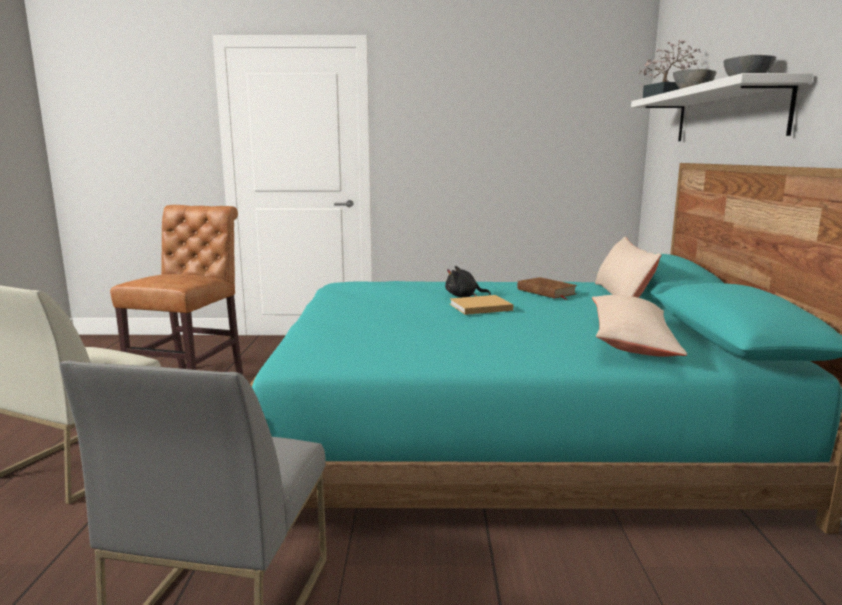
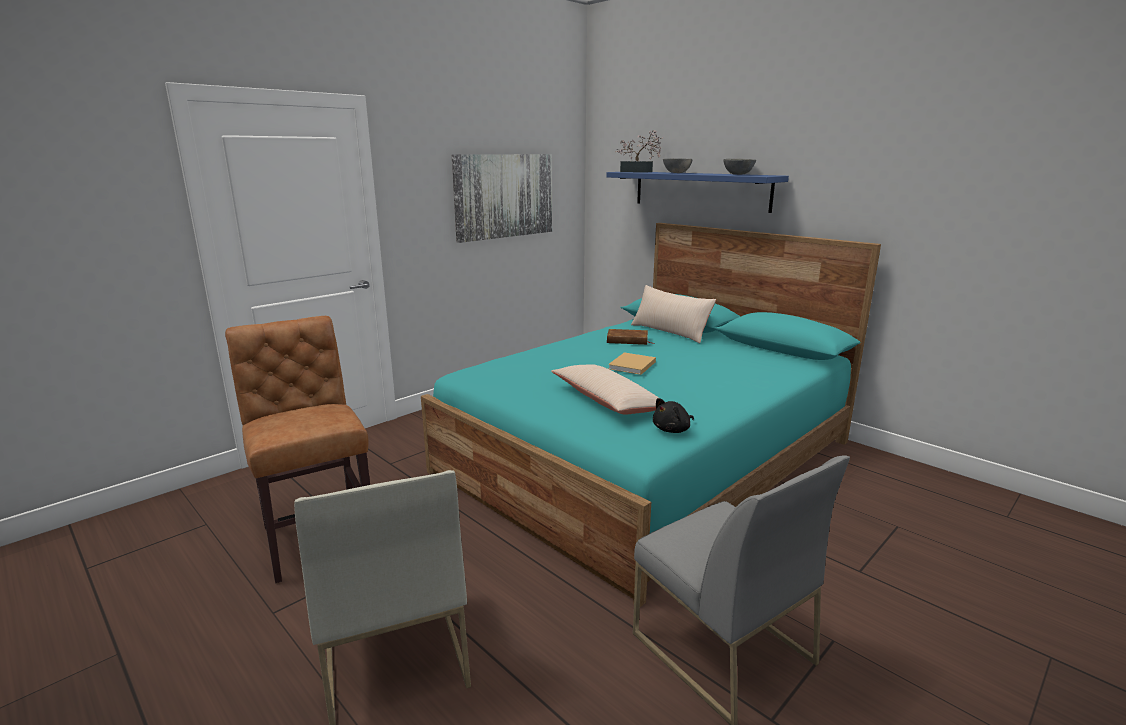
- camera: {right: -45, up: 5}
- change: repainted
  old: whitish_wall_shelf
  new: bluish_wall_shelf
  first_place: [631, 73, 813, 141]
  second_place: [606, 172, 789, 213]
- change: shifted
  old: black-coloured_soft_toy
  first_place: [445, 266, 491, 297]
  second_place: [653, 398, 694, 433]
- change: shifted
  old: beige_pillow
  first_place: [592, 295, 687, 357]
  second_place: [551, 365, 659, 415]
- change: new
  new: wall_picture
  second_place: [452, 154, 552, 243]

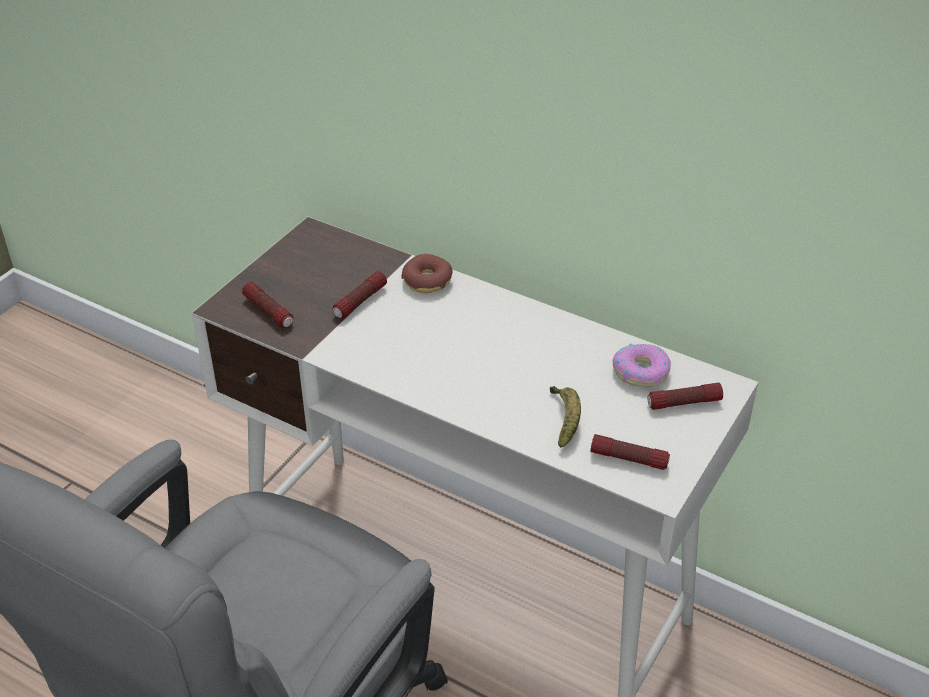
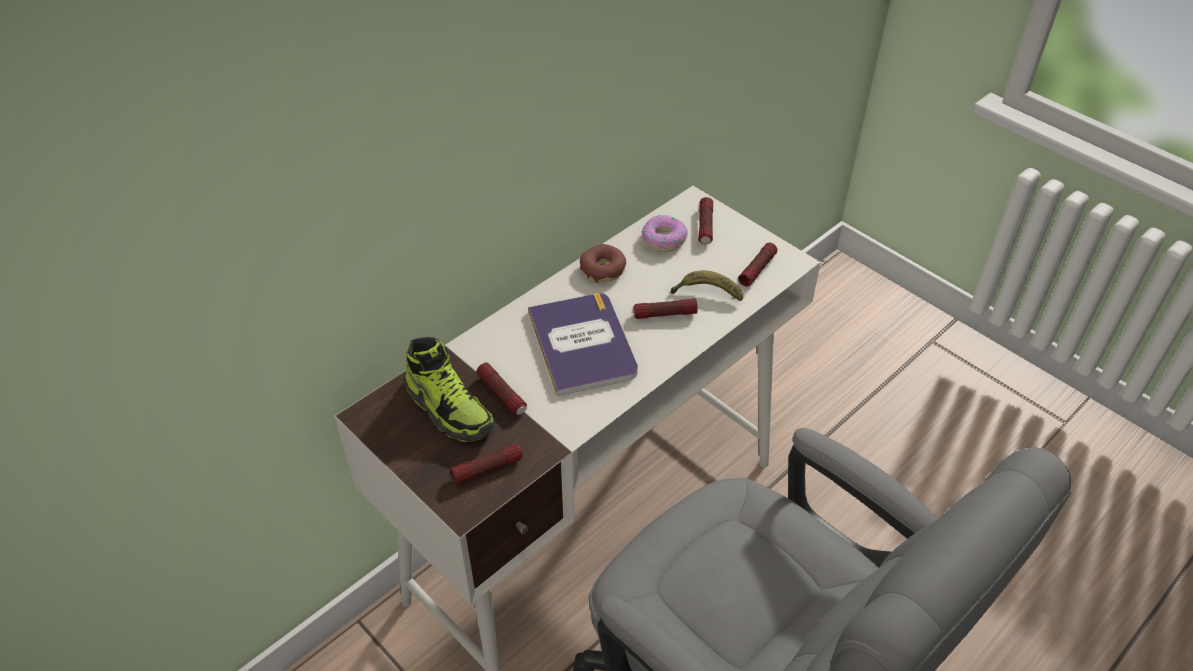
- camera: {right: -75, up: 5}
- change: shifted
  old: ring_doughnut
  first_place: [401, 254, 452, 293]
  second_place: [580, 244, 626, 283]
- change: new
  new: bound_book
  second_place: [528, 293, 638, 396]
- change: new
  new: hand_torch
  second_place: [633, 299, 697, 319]
- change: new
  new: low_shoe
  second_place: [405, 337, 495, 442]

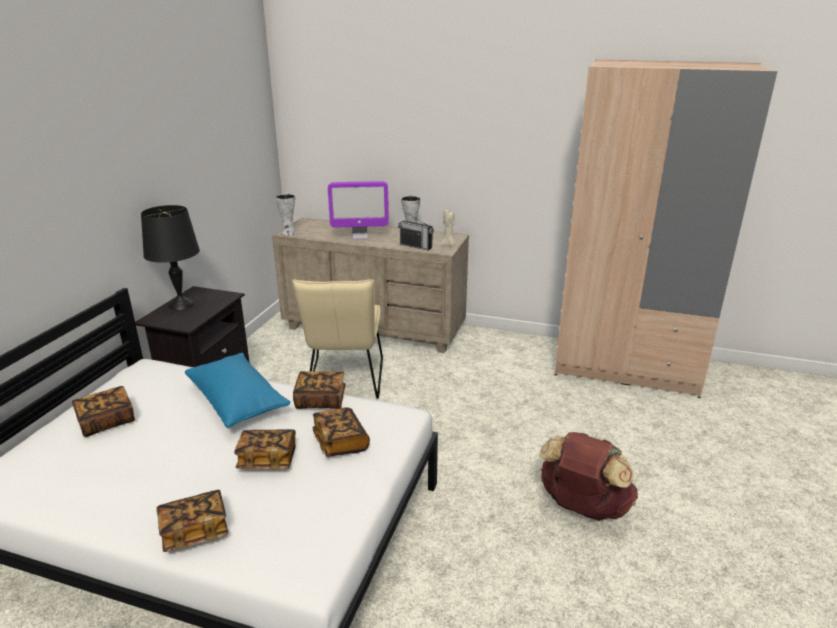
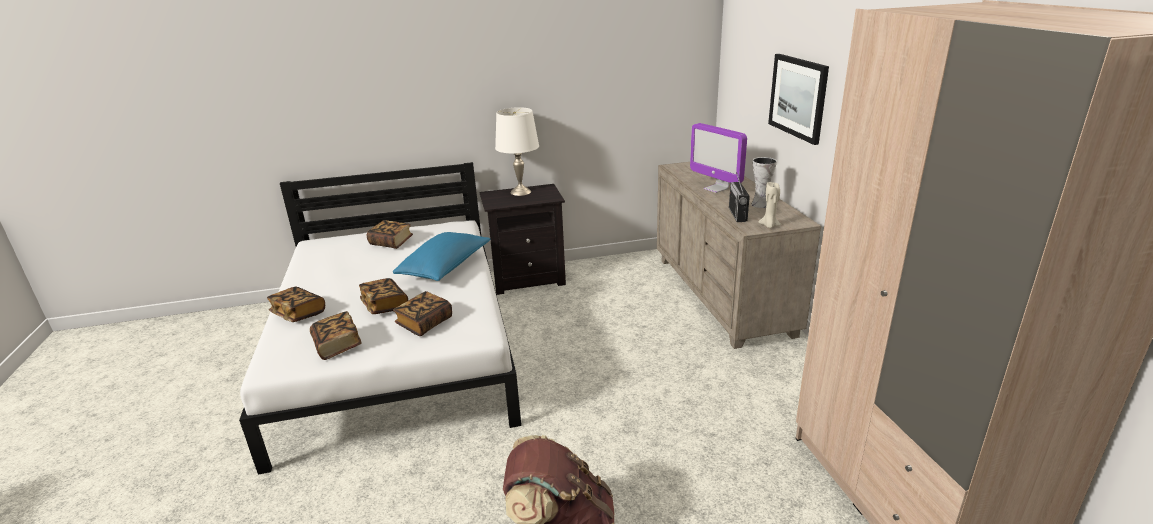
- camera: {right: 60, up: 0}
- change: gone
  old: decorative_vase
  first_place: [276, 194, 296, 236]
- change: repainted
  old: black-coloured_tabletop_lamp
  new: whitish_tabletop_lamp
  first_place: [141, 205, 200, 310]
  second_place: [495, 107, 539, 196]
- change: gone
  old: beige_chair
  first_place: [292, 279, 383, 399]
- change: shifted
  old: bound_book
  first_place: [293, 371, 346, 409]
  second_place: [310, 311, 361, 360]
- change: new
  new: wall_picture
  second_place: [768, 54, 829, 145]

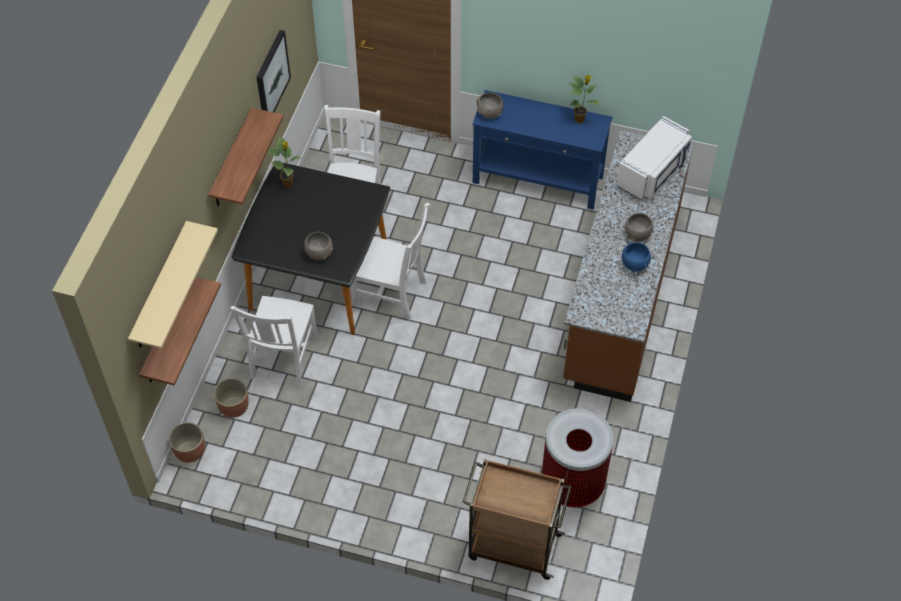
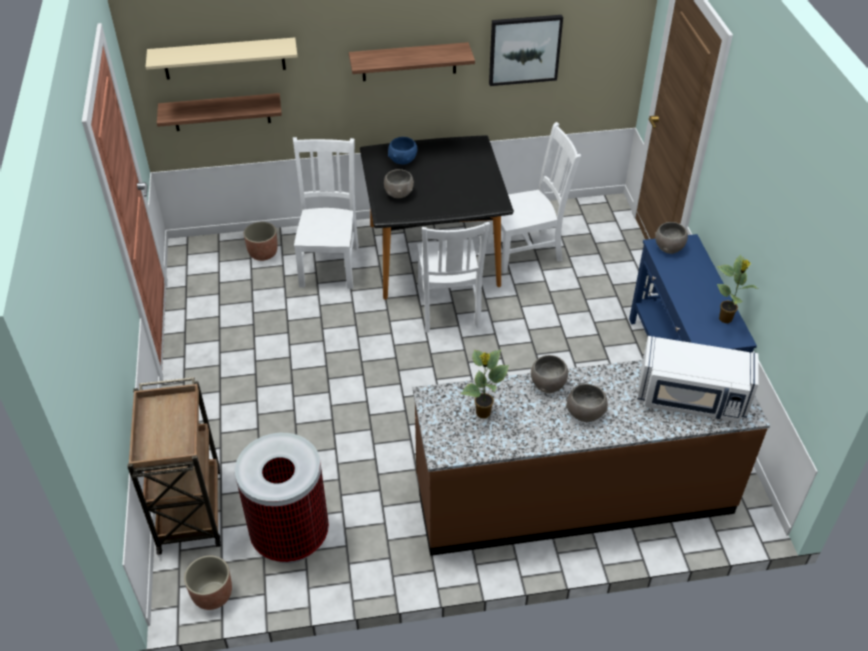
- camera: {right: 65, up: -10}
- change: shifted
  old: plant_in_a_pot
  first_place: [267, 136, 301, 188]
  second_place: [461, 349, 509, 419]
- change: shifted
  old: bluish_deep_dish
  first_place: [622, 242, 651, 272]
  second_place: [388, 137, 417, 165]
- change: rotated
  old: whitish_chair
  first_place: [230, 296, 318, 388]
  second_place: [293, 137, 359, 289]
  degrees: 105
- change: shifted
  old: flower_pot
  first_place: [169, 422, 205, 463]
  second_place: [184, 555, 232, 610]
- change: new
  new: gray_deep_dish
  second_place: [531, 355, 568, 393]

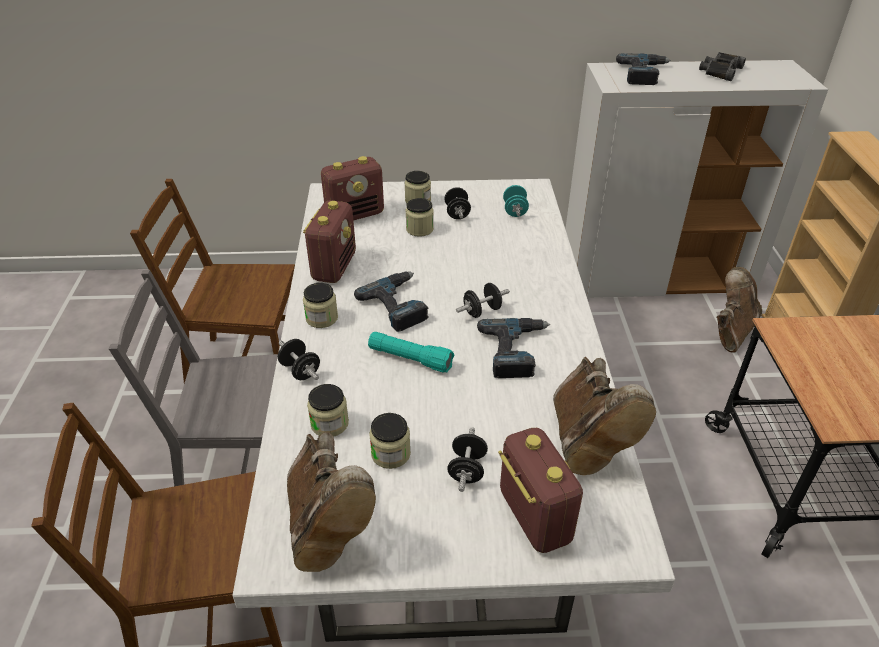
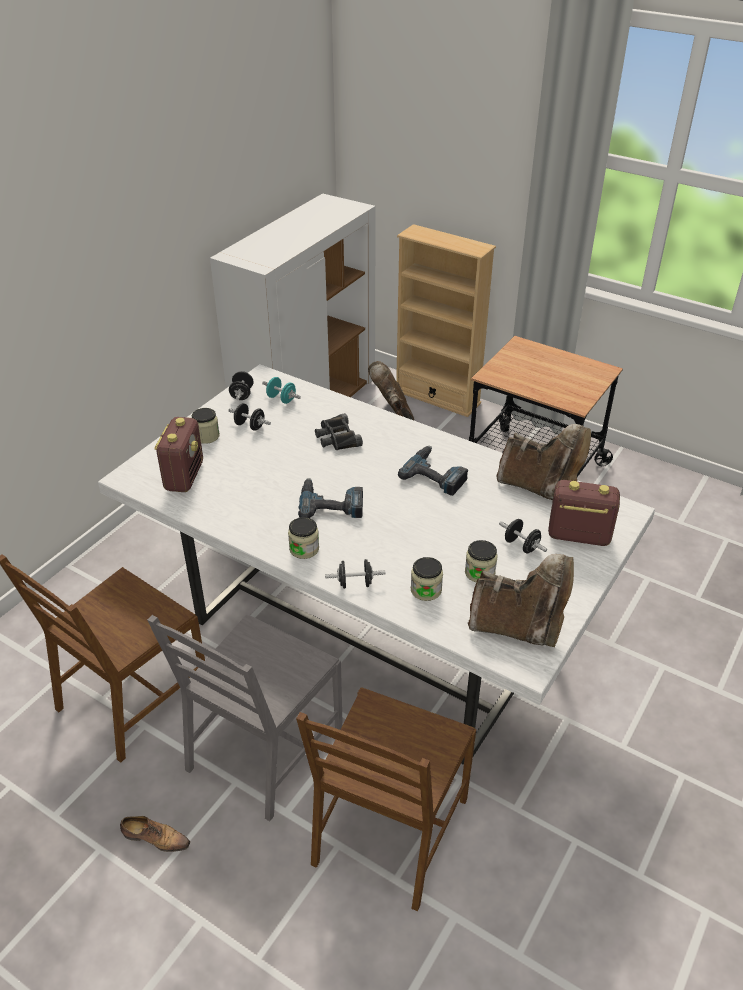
- camera: {right: -55, up: 0}
- change: shifted
  old: black-coloured_field_glasses
  first_place: [699, 52, 746, 81]
  second_place: [315, 413, 363, 450]
- change: gone
  old: drill
  first_place: [616, 53, 671, 85]
- change: gone
  old: jar
  first_place: [405, 198, 434, 237]
- change: gone
  old: radio_receiver
  first_place: [303, 200, 356, 283]
- change: shifted
  old: black-coloured_free_weight
  first_place: [456, 283, 510, 318]
  second_place: [229, 371, 253, 400]
- change: gone
  old: turquoise-coloured_hand_torch
  first_place: [368, 332, 454, 373]
- change: new
  new: low_shoe
  second_place: [120, 816, 190, 852]

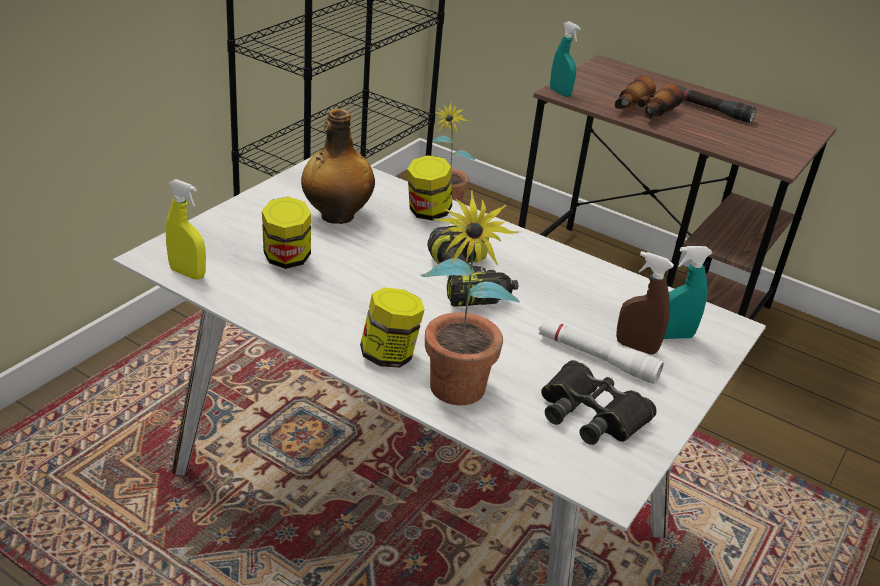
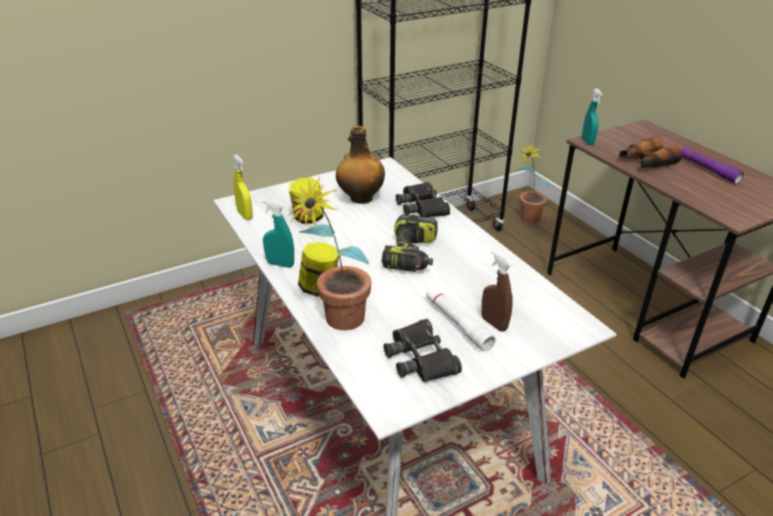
- camera: {right: 30, up: 0}
- change: repainted
  old: black-coloured_hand_torch
  new: purple_hand_torch
  first_place: [678, 86, 756, 123]
  second_place: [681, 148, 744, 184]
- change: swapped
  old: jar
  new: black-coloured_field_glasses
  first_place: [407, 155, 452, 220]
  second_place: [396, 182, 450, 217]
- change: shifted
  old: turquoise-coloured_hand_sprayer
  first_place: [664, 246, 712, 339]
  second_place: [262, 199, 294, 268]

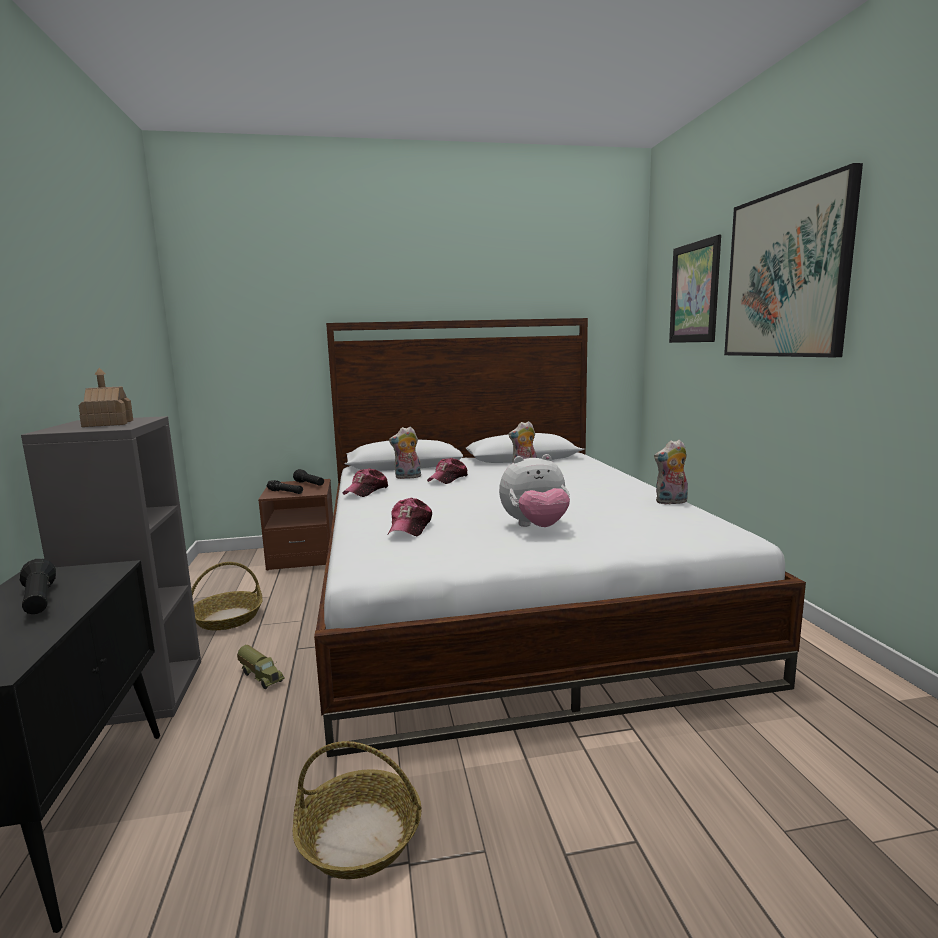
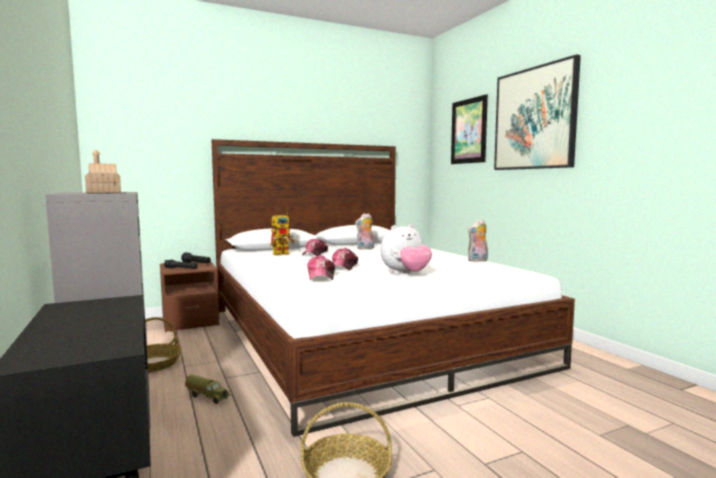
- camera: {right: -15, up: -5}
- change: swapped
  old: soft_toy
  new: model_robot
  first_place: [389, 427, 421, 479]
  second_place: [270, 213, 294, 256]
- change: shifted
  old: cap
  first_place: [343, 468, 388, 497]
  second_place: [332, 248, 358, 270]
- change: gone
  old: black-coloured_hand_torch
  first_place: [20, 559, 56, 614]

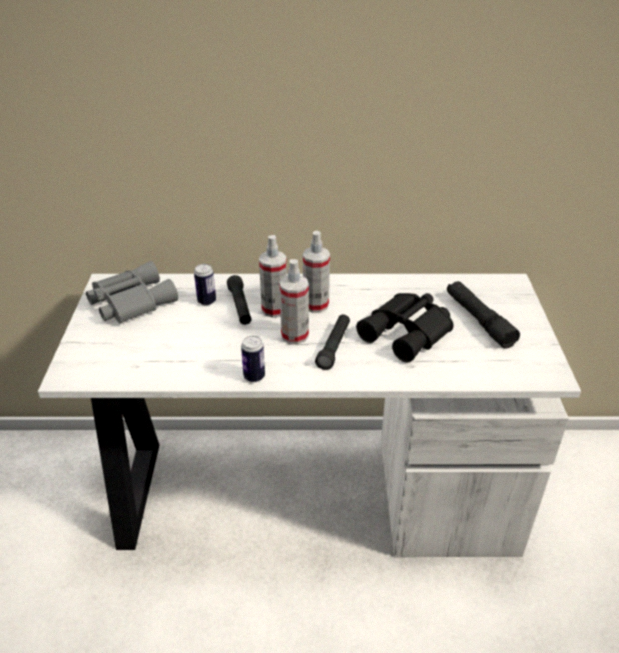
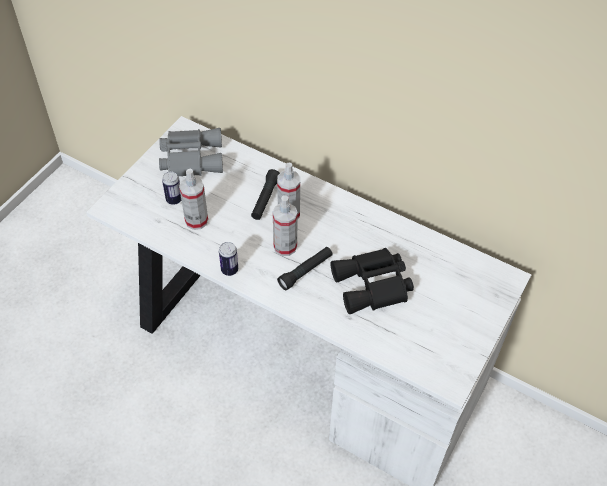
- camera: {right: 30, up: 15}
- change: shifted
  old: hand_sprayer
  first_place: [303, 231, 330, 313]
  second_place: [179, 169, 208, 230]
- change: shifted
  old: metal_can
  first_place: [194, 264, 216, 306]
  second_place: [162, 171, 181, 205]
- change: gone
  old: black-coloured_hand_torch
  first_place: [447, 281, 520, 348]

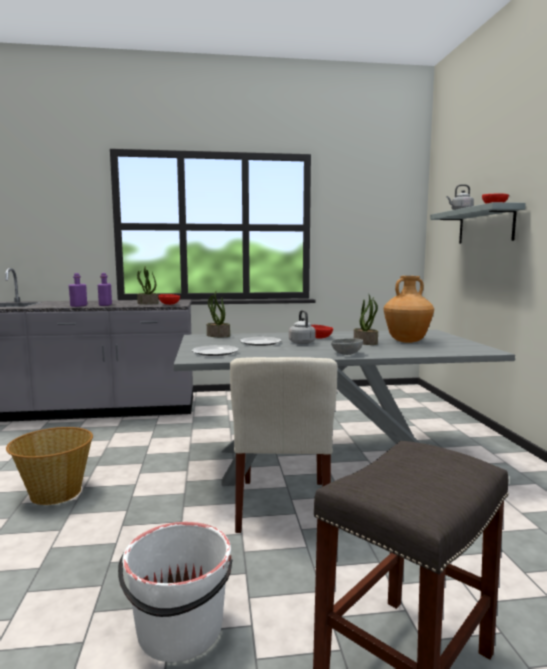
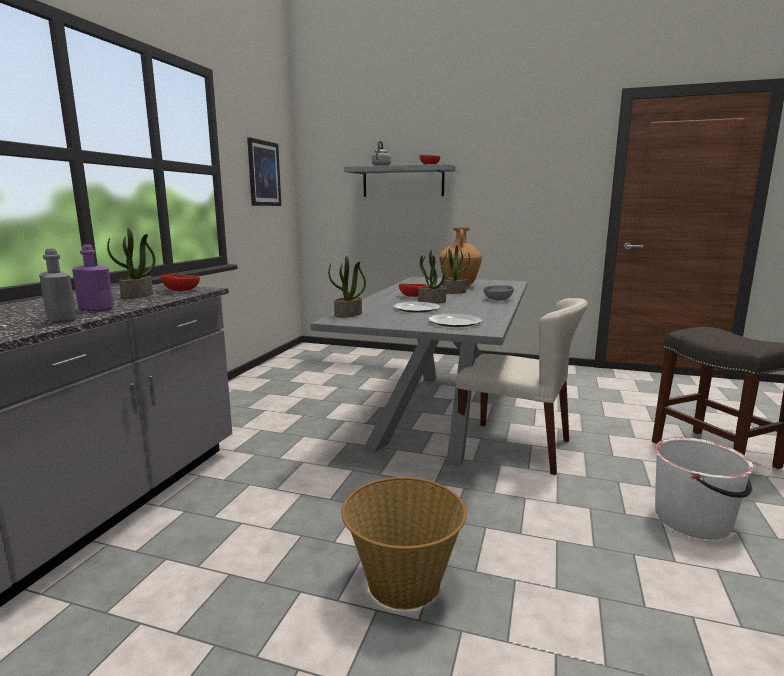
- camera: {right: -65, up: 5}
- change: repainted
  old: purple_beverage_bottle
  new: gray_beverage_bottle
  first_place: [69, 273, 87, 307]
  second_place: [39, 248, 77, 323]
- change: swapped
  old: gray_kettle
  new: plant_in_a_pot
  first_place: [289, 310, 316, 344]
  second_place: [418, 250, 446, 303]
- change: new
  new: wall_picture
  second_place: [247, 137, 281, 206]

